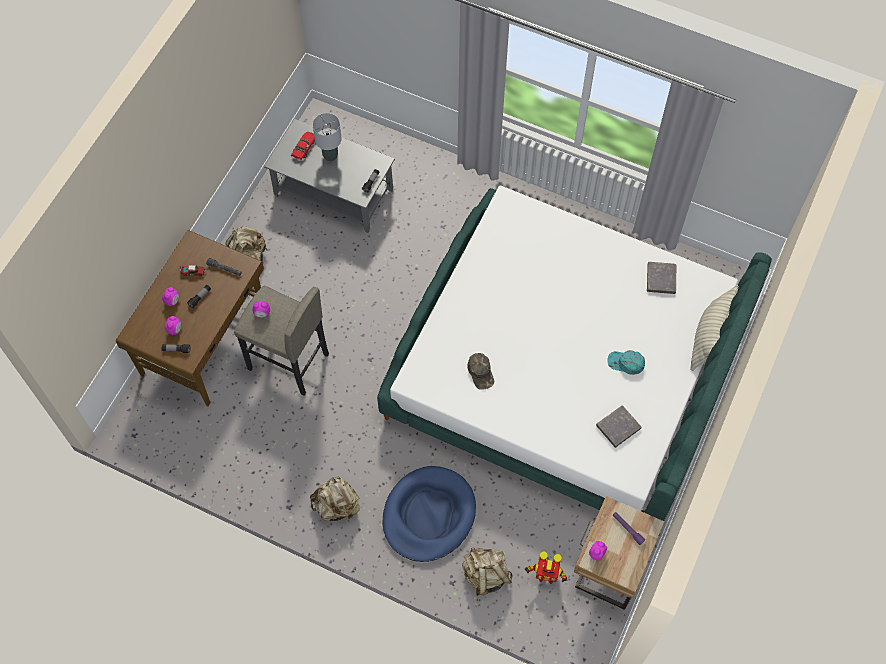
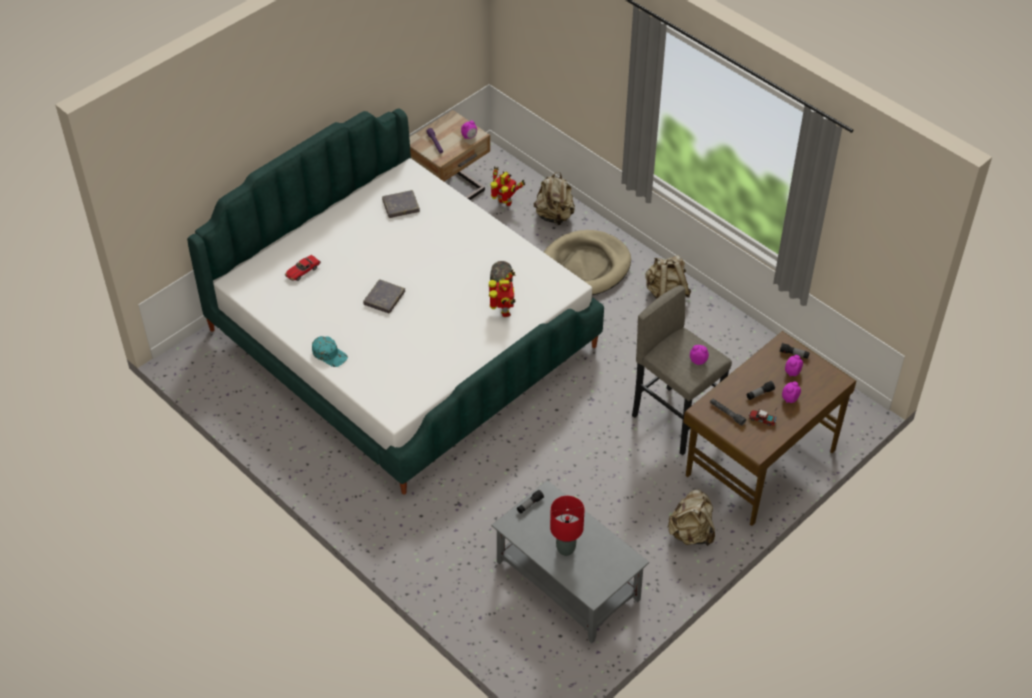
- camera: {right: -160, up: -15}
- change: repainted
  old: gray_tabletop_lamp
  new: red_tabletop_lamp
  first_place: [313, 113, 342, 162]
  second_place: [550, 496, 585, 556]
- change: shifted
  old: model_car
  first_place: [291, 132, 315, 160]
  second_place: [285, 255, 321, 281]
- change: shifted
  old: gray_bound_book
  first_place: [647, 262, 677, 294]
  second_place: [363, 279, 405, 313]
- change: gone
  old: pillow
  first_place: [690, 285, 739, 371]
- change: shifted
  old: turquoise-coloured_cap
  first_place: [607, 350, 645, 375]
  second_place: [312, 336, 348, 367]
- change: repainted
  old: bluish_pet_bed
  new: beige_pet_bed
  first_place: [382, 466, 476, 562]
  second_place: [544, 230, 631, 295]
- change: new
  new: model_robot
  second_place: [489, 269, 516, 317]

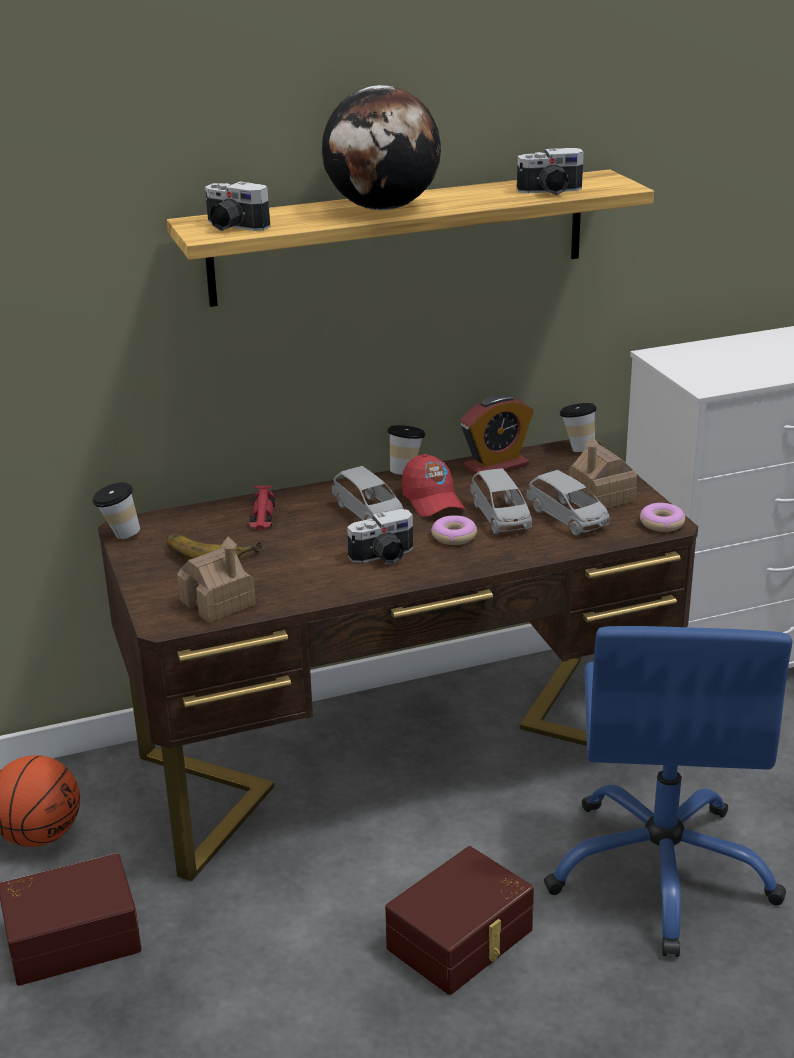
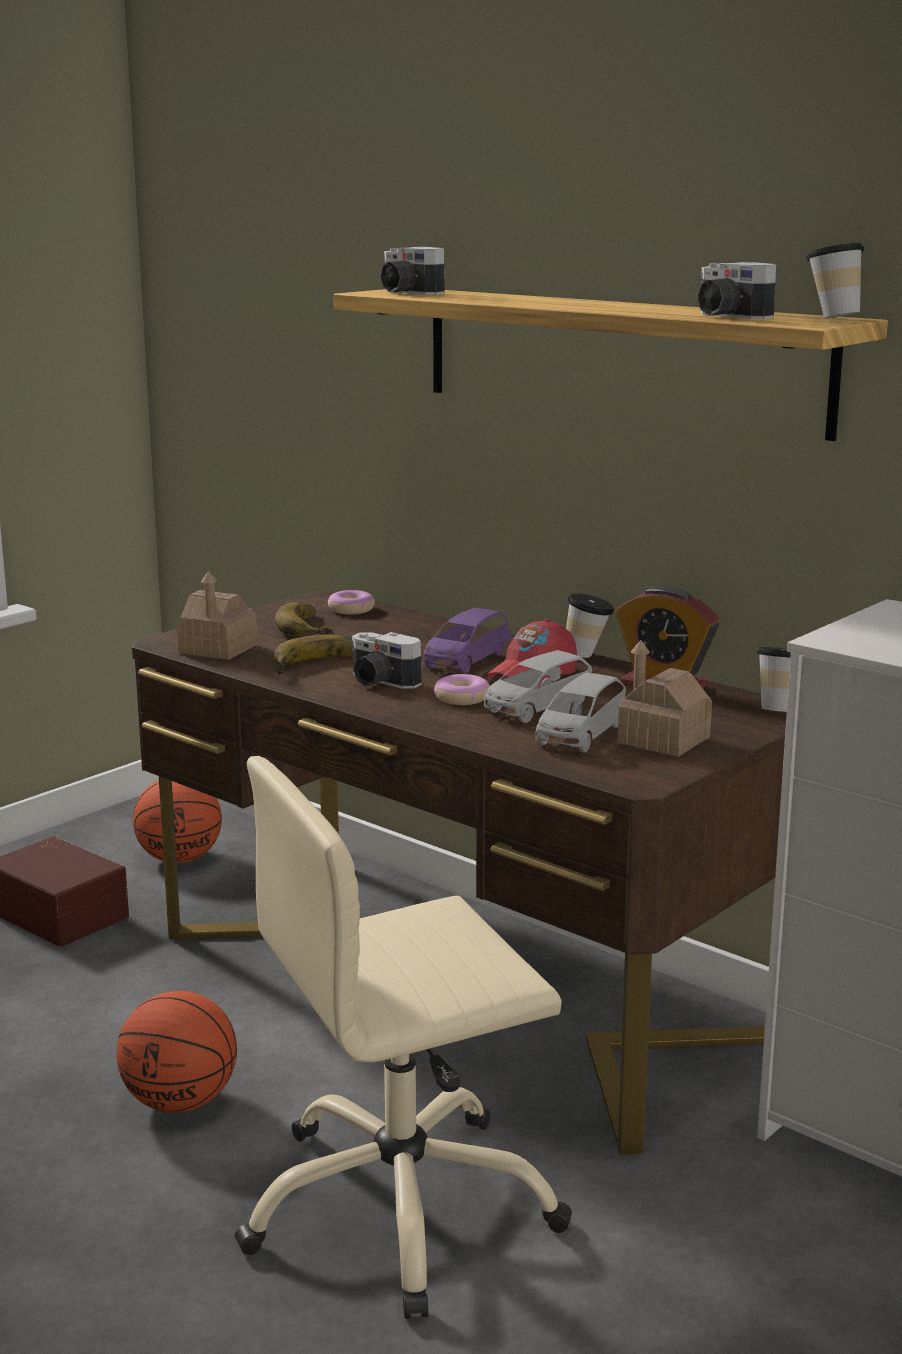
- camera: {right: 60, up: -10}
- change: gone
  old: world_globe
  first_place: [322, 85, 441, 210]
- change: rotated
  old: photo_camera
  first_place: [205, 181, 270, 231]
  second_place: [380, 247, 445, 295]
  degrees: -45
- change: repainted
  old: gray_model_car
  new: purple_model_car
  first_place: [332, 466, 403, 520]
  second_place: [423, 608, 511, 674]
- change: shifted
  old: drinking_cup
  first_place: [93, 482, 140, 539]
  second_place: [806, 243, 864, 318]
- change: gone
  old: red_model_car
  first_place: [249, 485, 275, 530]
- change: shifted
  old: ring_doughnut
  first_place: [640, 503, 685, 532]
  second_place: [328, 590, 375, 615]
- change: repainted
  old: bluish_office_chair
  new: beige_office_chair
  first_place: [544, 626, 793, 957]
  second_place: [235, 756, 572, 1319]
- change: swapped
  old: brownish_storage_bin
  new: basketball_ball
  first_place: [385, 846, 534, 995]
  second_place: [117, 991, 237, 1113]
- change: new
  new: banana
  second_place: [274, 635, 353, 674]

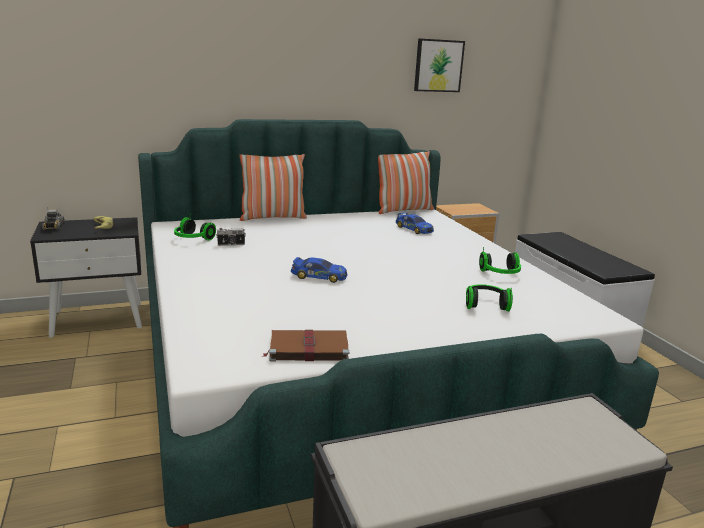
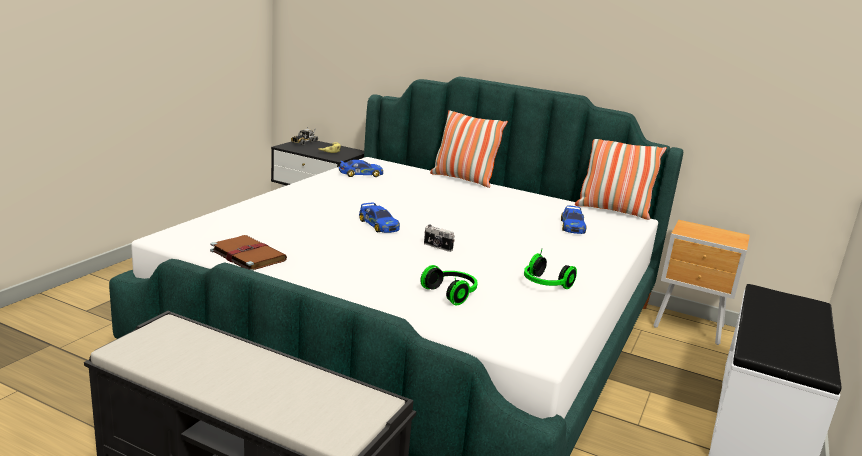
- camera: {right: 45, up: 0}
- change: gone
  old: wall_picture
  first_place: [414, 39, 465, 92]
- change: swapped
  old: pair_of_headphones
  new: model_car
  first_place: [174, 217, 216, 241]
  second_place: [339, 160, 383, 177]
- change: shifted
  old: photo_camera
  first_place: [216, 228, 246, 246]
  second_place: [424, 224, 455, 252]

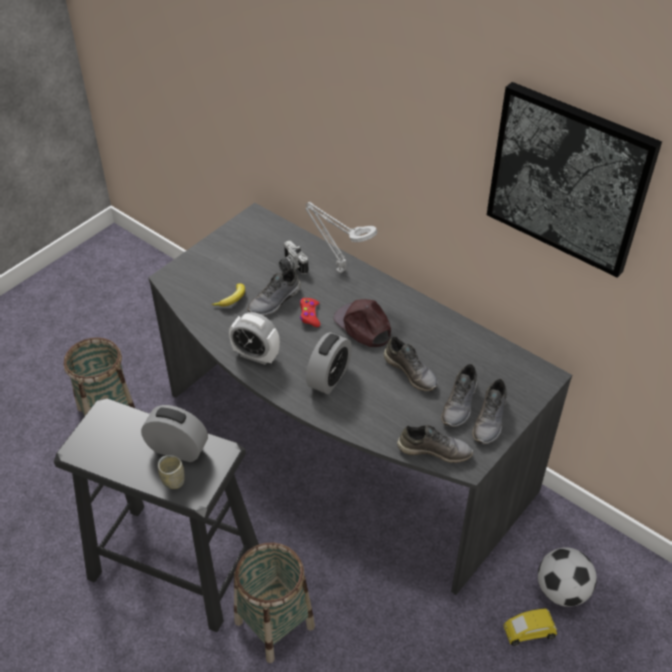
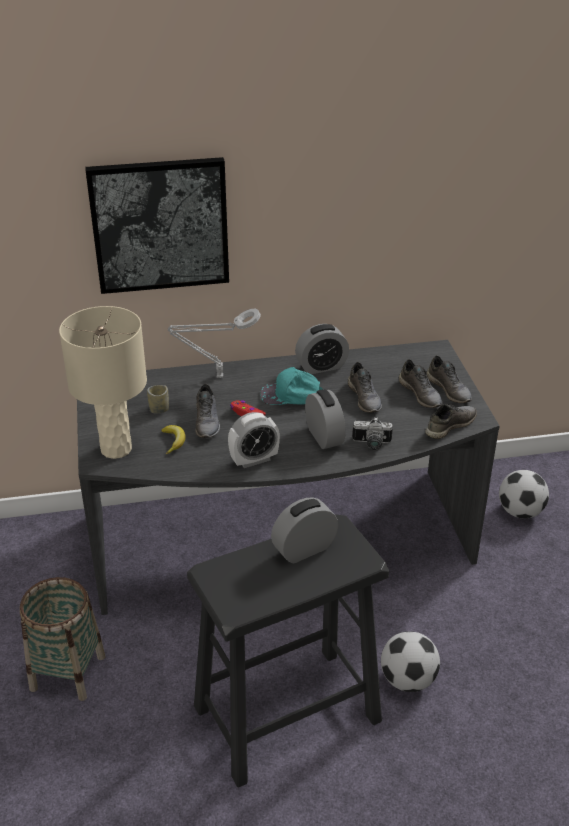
- camera: {right: -50, up: -10}
- change: shifted
  old: wall_picture
  first_place: [487, 82, 662, 278]
  second_place: [85, 157, 229, 294]
- change: shifted
  old: photo_camera
  first_place: [279, 240, 308, 274]
  second_place: [352, 417, 393, 451]
- change: repainted
  old: brownish_cap
  new: turquoise-coloured_cap
  first_place: [333, 299, 391, 347]
  second_place: [260, 367, 323, 405]
- change: rotated
  old: gray_low_shoe
  first_place: [384, 336, 438, 391]
  second_place: [348, 362, 382, 413]
  degrees: 75
- change: shifted
  old: drinking_cup
  first_place: [158, 455, 185, 489]
  second_place: [147, 385, 169, 414]
- change: swapped
  old: storage_basket
  new: football
  first_place: [234, 543, 315, 663]
  second_place: [381, 631, 440, 692]
- change: gone
  old: yellowish_model_car
  first_place: [504, 608, 557, 646]
- change: new
  new: beige_tabletop_lamp
  second_place: [59, 306, 147, 459]
- change: new
  new: bedside_clock
  second_place: [295, 324, 349, 374]

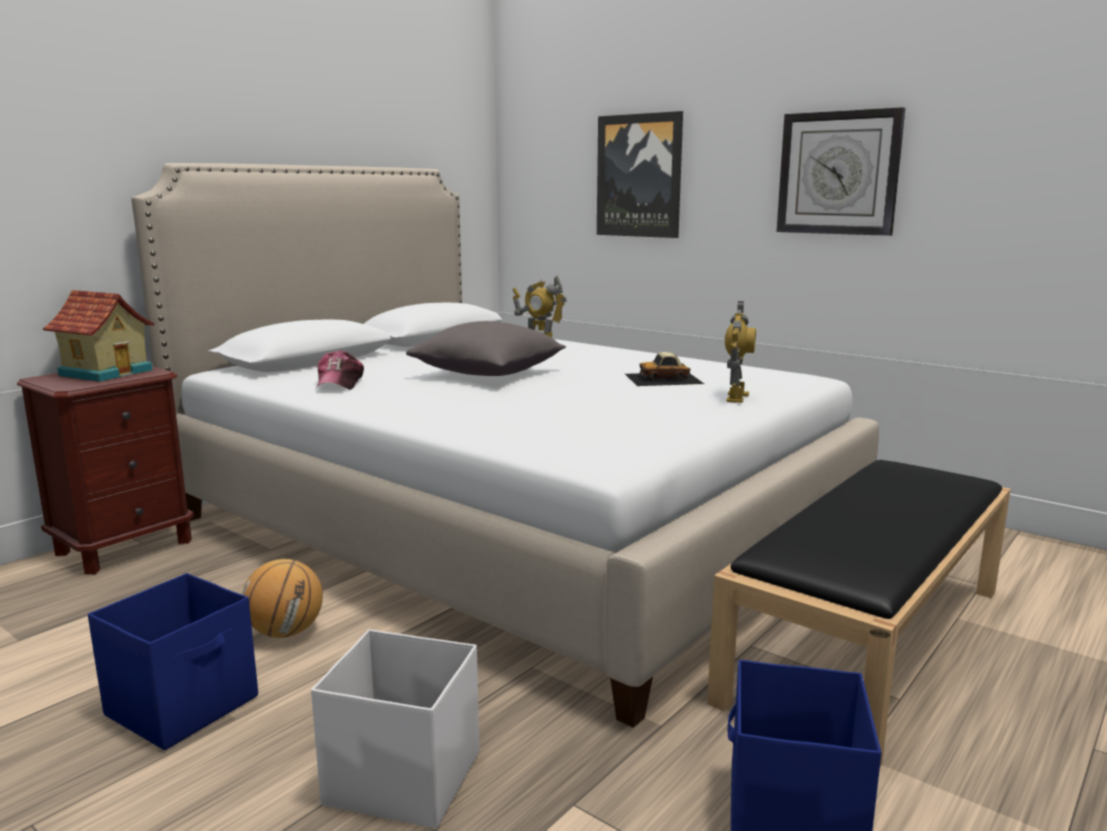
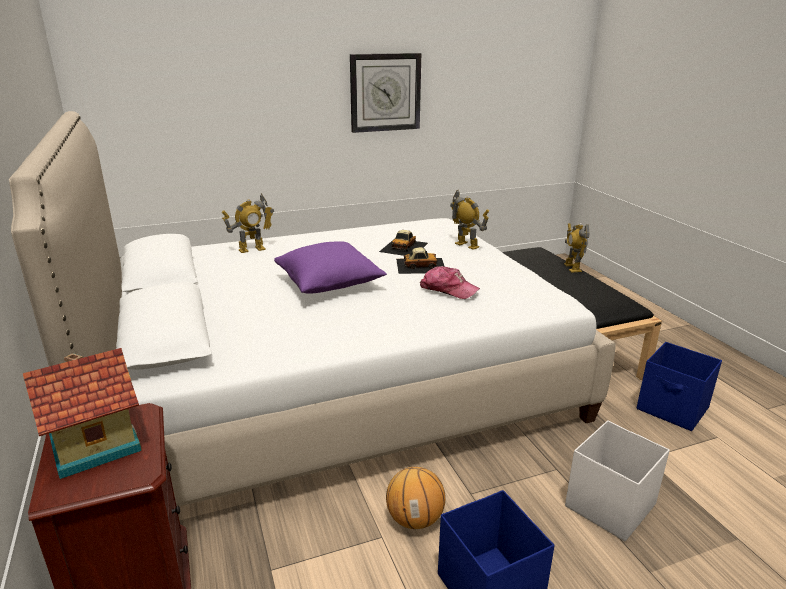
- camera: {right: -60, up: 10}
- change: gone
  old: wall_picture
  first_place: [597, 111, 683, 238]
- change: repainted
  old: gray_pillow
  new: purple_pillow
  first_place: [406, 321, 566, 376]
  second_place: [274, 241, 387, 294]
- change: shifted
  old: cap
  first_place: [315, 350, 364, 390]
  second_place: [420, 266, 480, 299]
- change: new
  new: model_robot
  second_place: [564, 223, 589, 273]
- change: new
  new: model_car
  second_place: [396, 247, 445, 274]

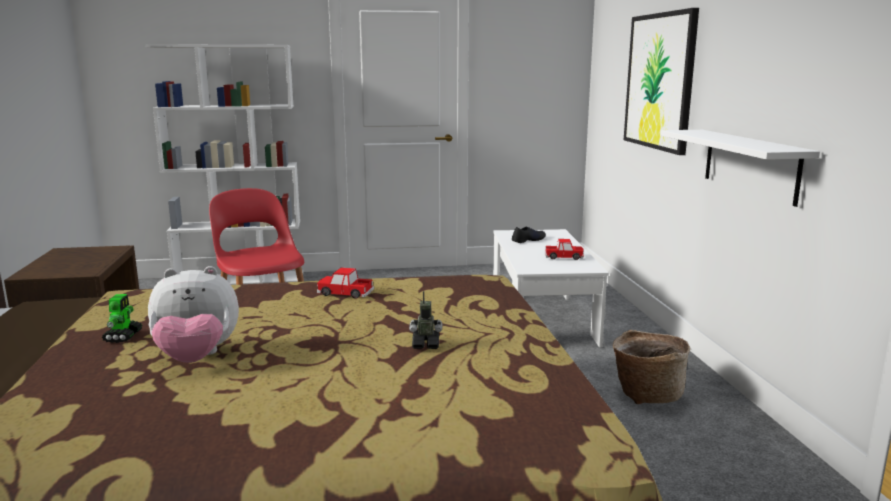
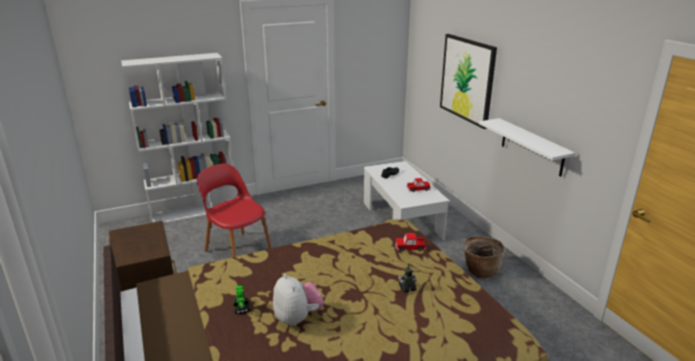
- camera: {right: -15, up: 10}
- change: rotated
  old: soft_toy
  first_place: [148, 266, 239, 363]
  second_place: [273, 273, 324, 326]
  degrees: -90
- change: shifted
  old: model_car
  first_place: [317, 267, 374, 299]
  second_place: [395, 233, 426, 251]

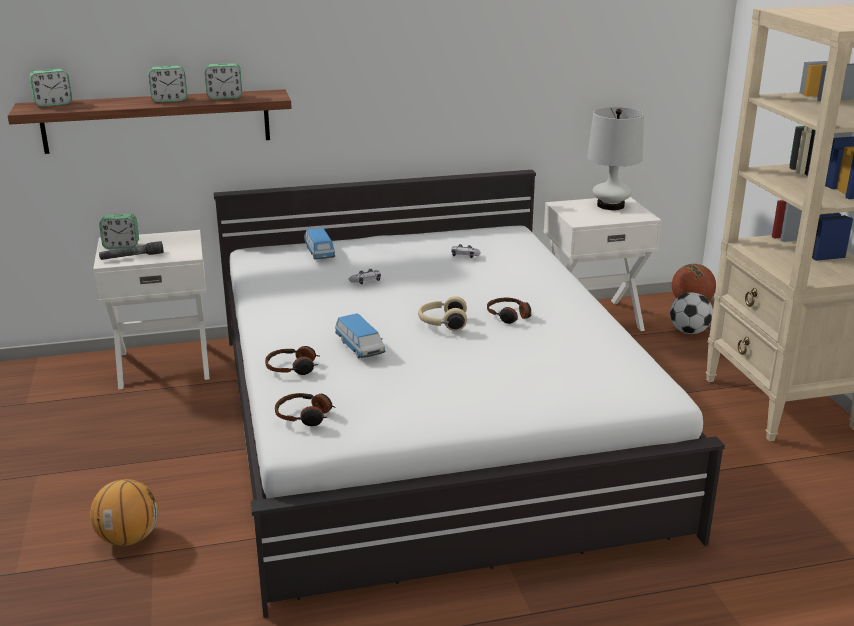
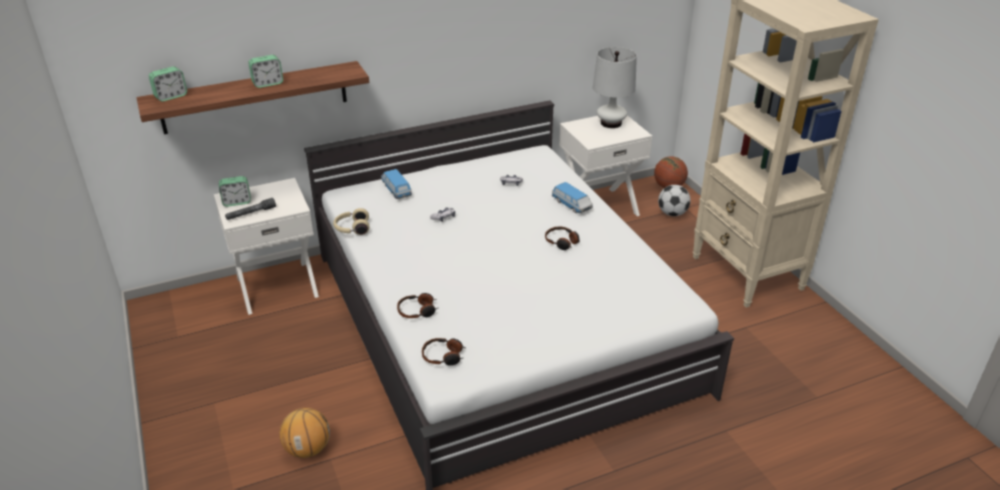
- camera: {right: -10, up: 10}
- change: gone
  old: bedside_clock
  first_place: [205, 63, 242, 99]
- change: shifted
  old: beige_pair_of_headphones
  first_place: [418, 296, 467, 331]
  second_place: [333, 208, 369, 235]
- change: shifted
  old: model_car
  first_place: [335, 314, 385, 358]
  second_place: [552, 182, 593, 213]

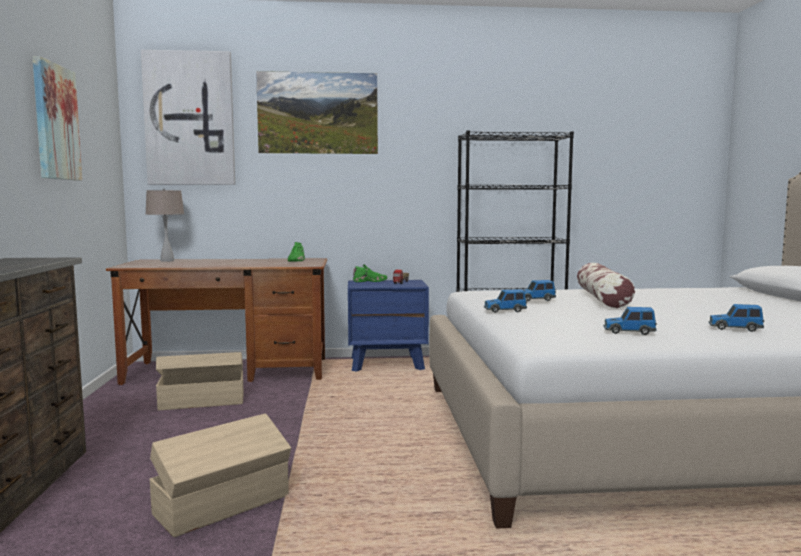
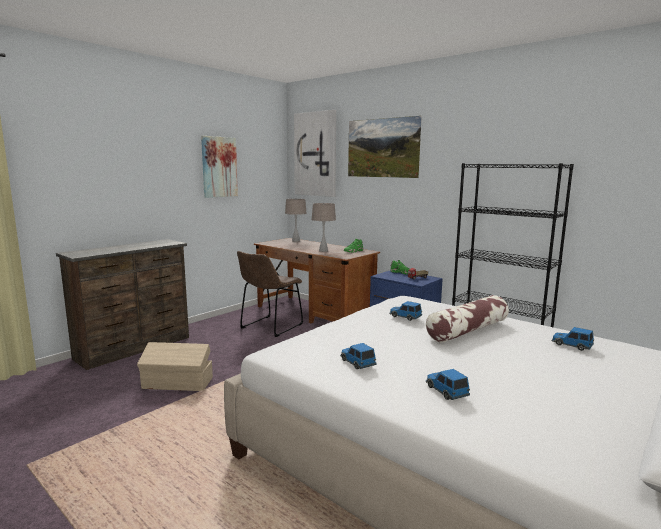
- camera: {right: 45, up: 5}
- change: shifted
  old: model_car
  first_place: [484, 289, 527, 313]
  second_place: [552, 327, 594, 351]
- change: swapped
  old: beige_storage_bin
  new: brownish_chair
  first_place: [156, 352, 243, 410]
  second_place: [237, 251, 303, 337]
- change: new
  new: beige_tabletop_lamp
  second_place: [311, 203, 336, 252]

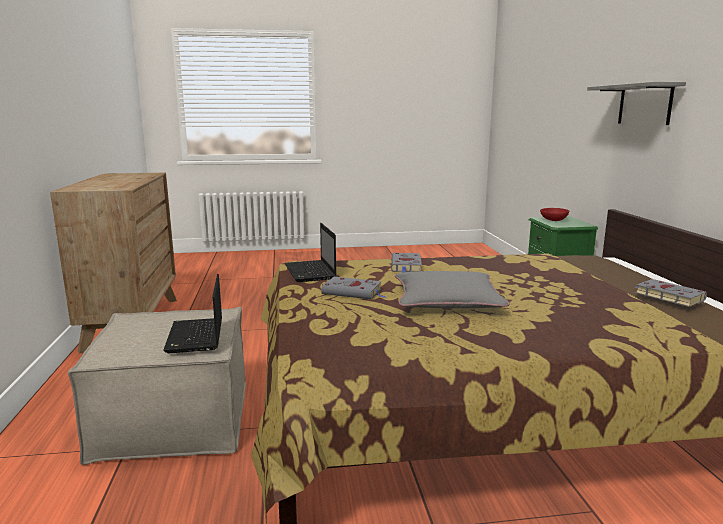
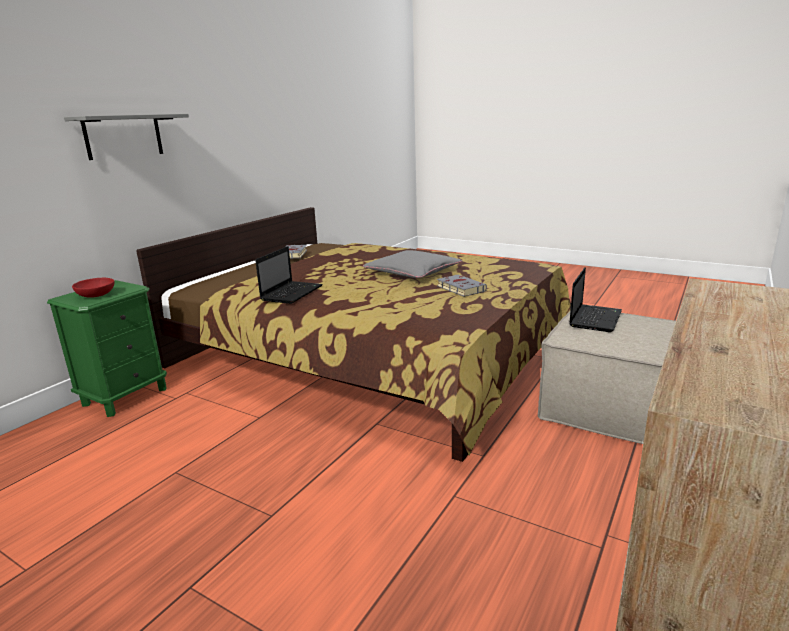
- camera: {right: -140, up: 5}
- change: shifted
  old: laptop
  first_place: [285, 223, 336, 282]
  second_place: [255, 246, 323, 304]
- change: gone
  old: gray_bound_book
  first_place: [391, 253, 422, 273]

